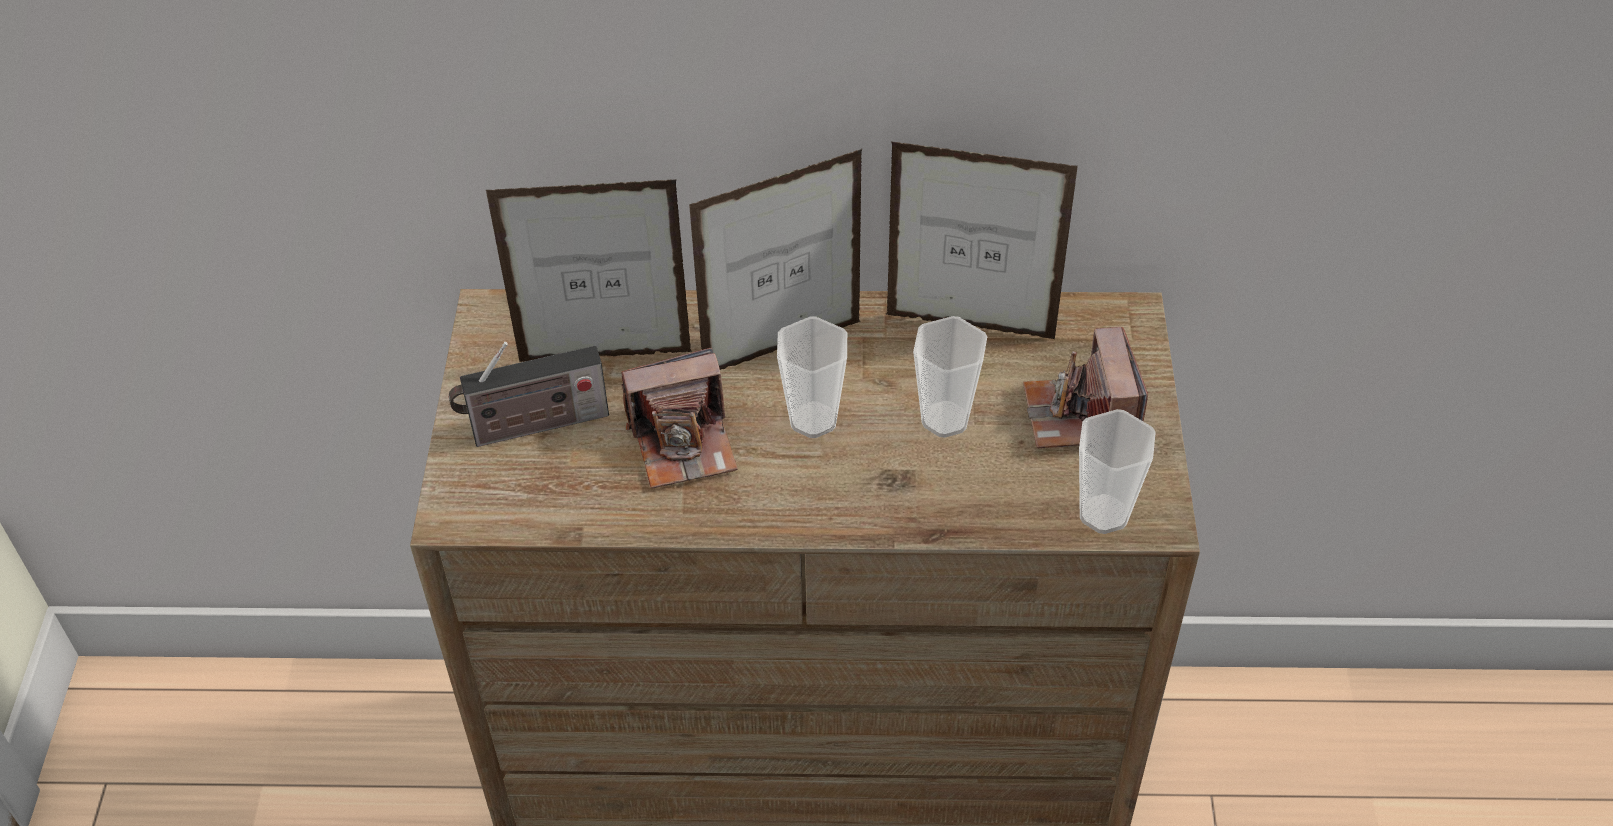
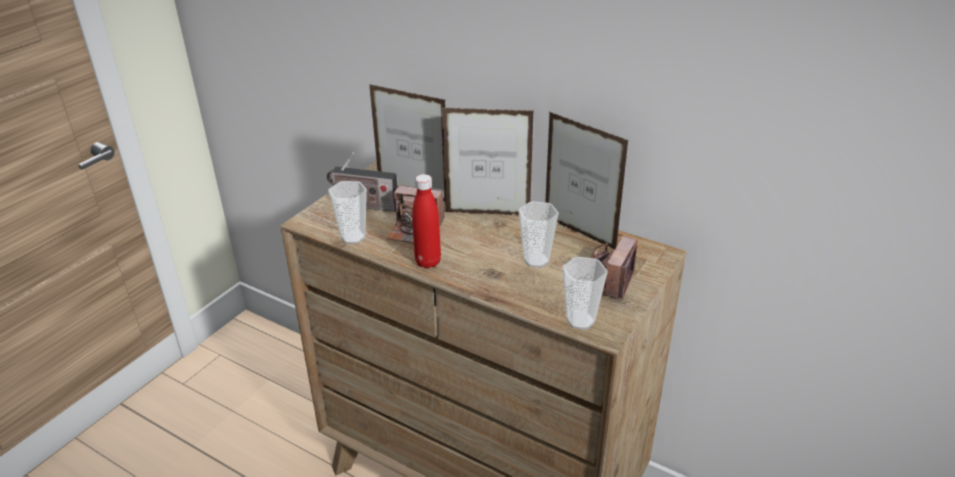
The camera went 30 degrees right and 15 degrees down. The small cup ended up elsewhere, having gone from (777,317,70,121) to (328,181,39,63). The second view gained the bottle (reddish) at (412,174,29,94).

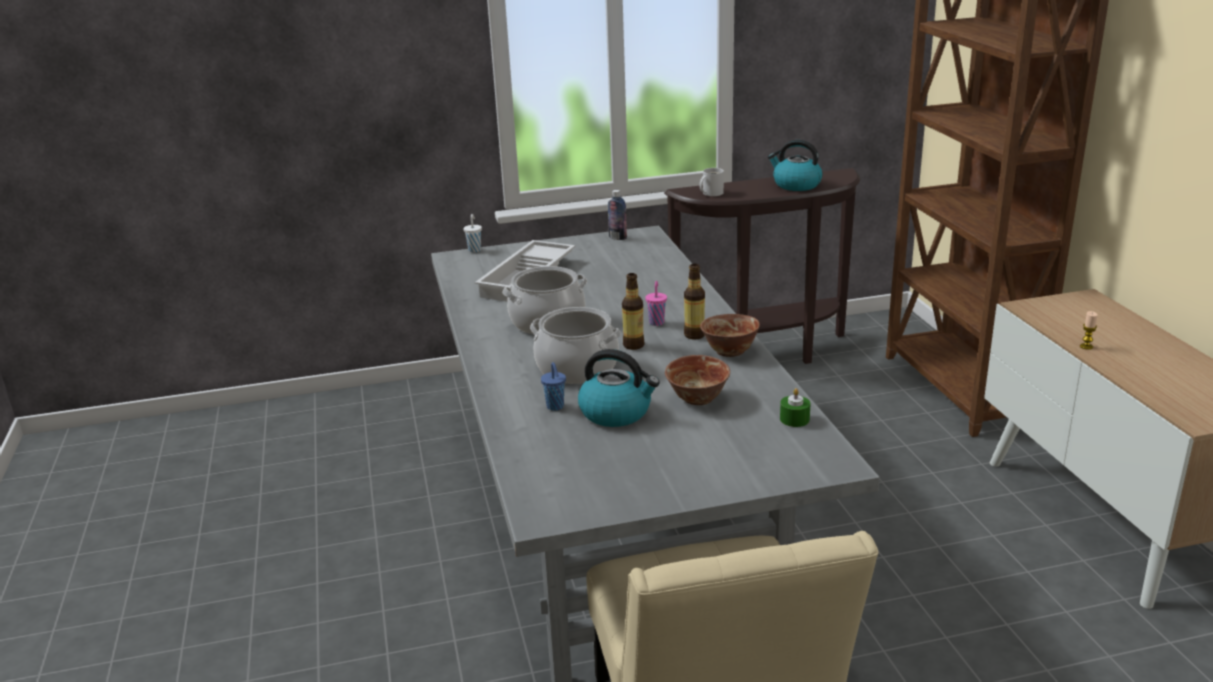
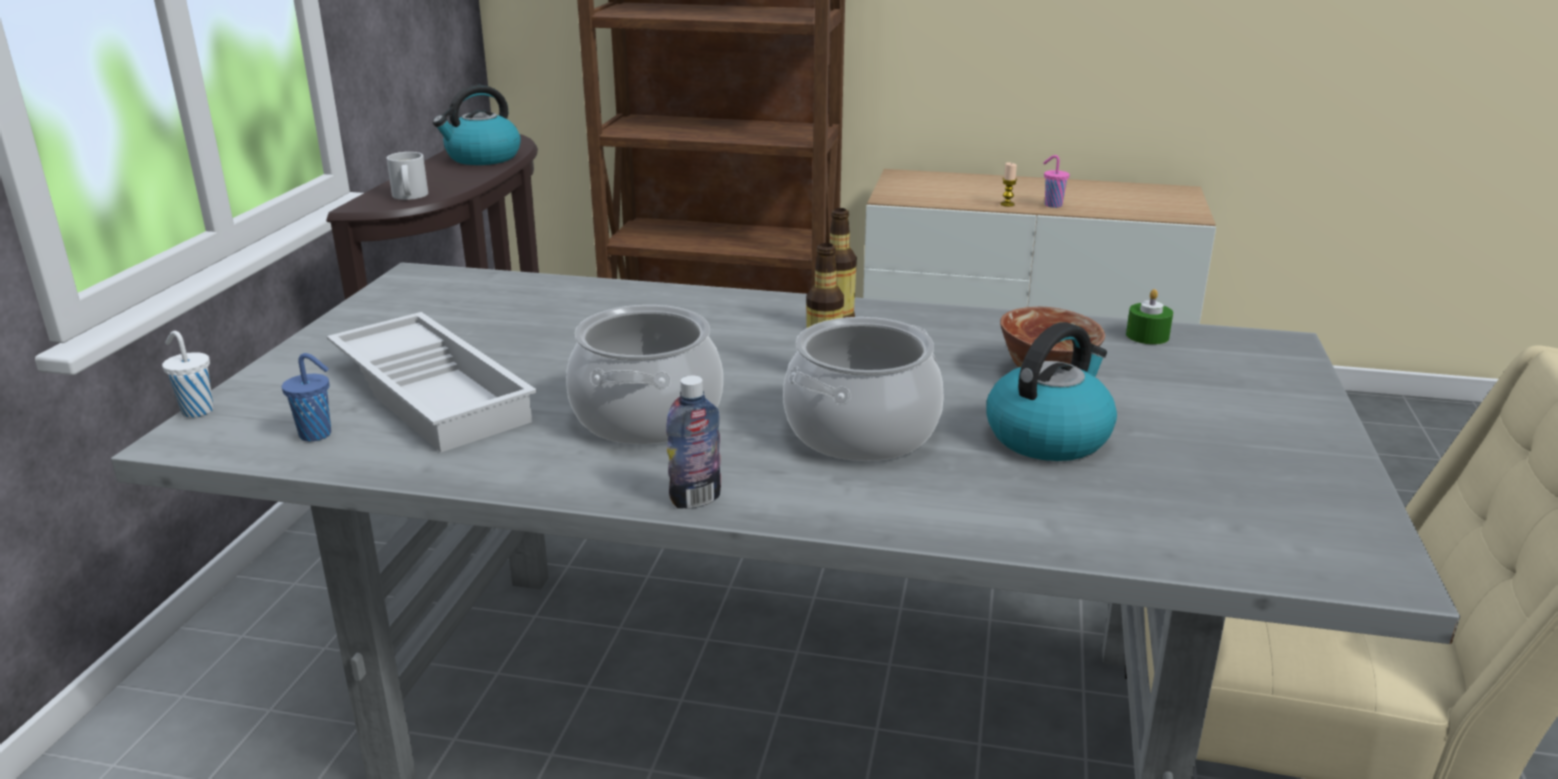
The camera went 65 degrees left and 0 degrees up. The bottle ended up elsewhere, having gone from (608,190,19,50) to (666,376,55,133). The small cup (pink-coloured) ended up elsewhere, having gone from (645,281,22,45) to (1043,155,27,53). The second view lost the deep dish at (700,314,60,43). The small cup (blue-coloured) ended up elsewhere, having gone from (541,362,25,49) to (282,353,49,89).

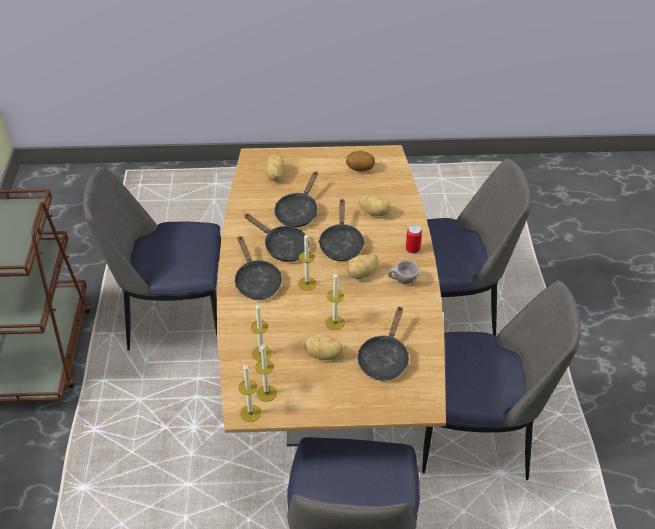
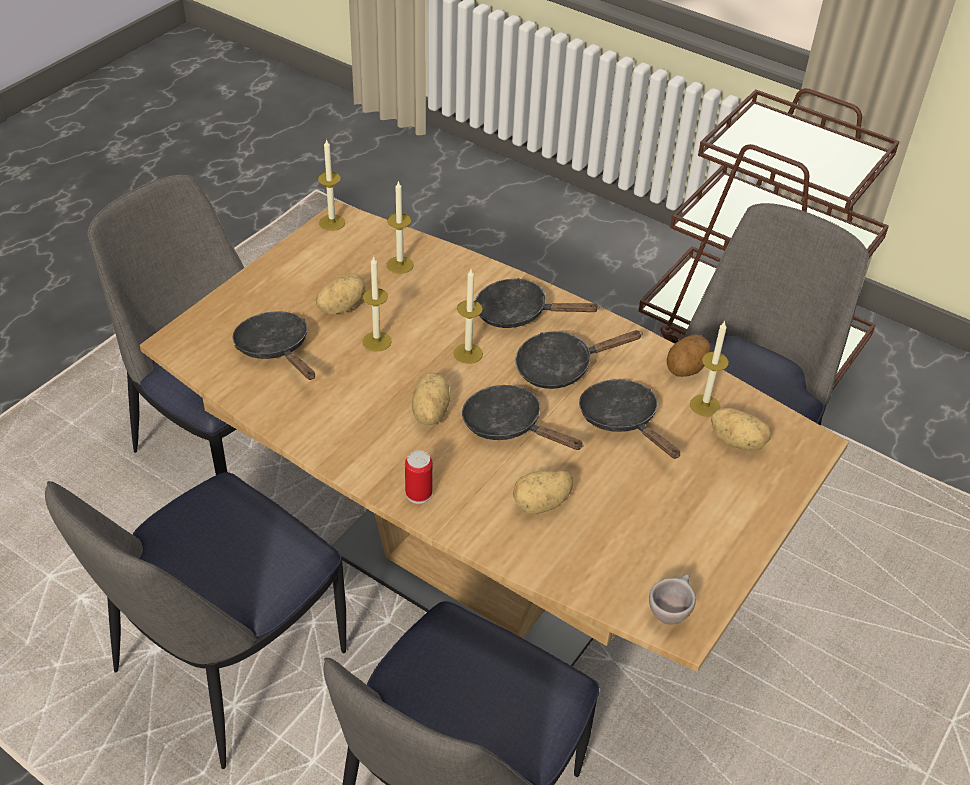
The camera went 125 degrees right and 0 degrees up. The whole potato ended up elsewhere, having gone from (346,150,29,21) to (667,334,44,43). The small cup (beige-coloured) ended up elsewhere, having gone from (387,260,32,24) to (649,574,47,51). The candle ended up elsewhere, having gone from (255,343,22,59) to (690,320,39,97).

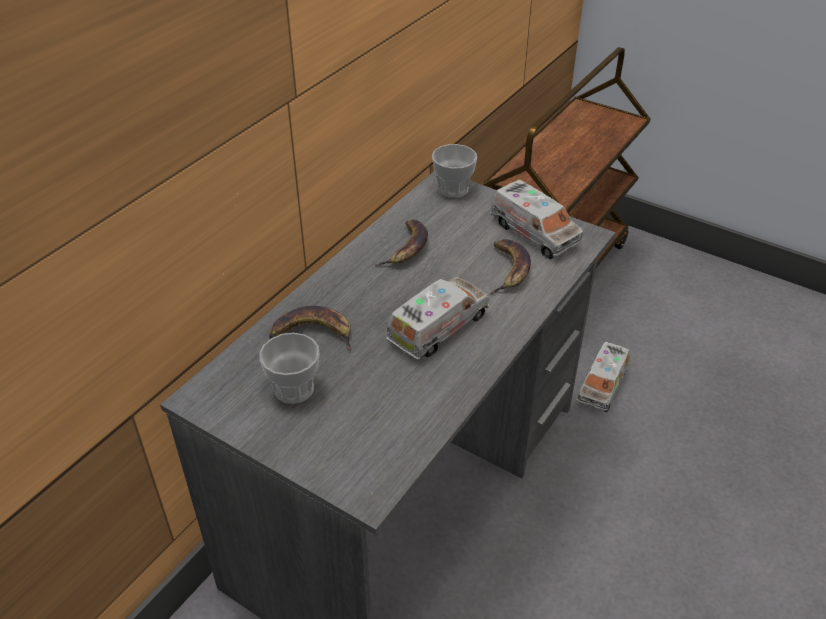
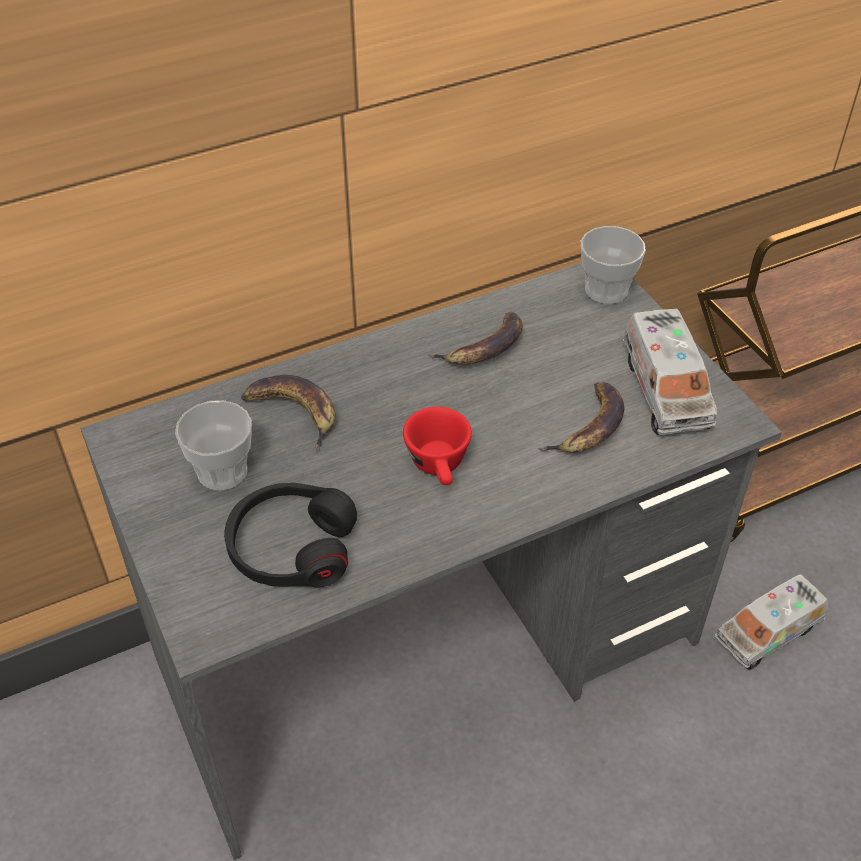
The camera went 30 degrees right and 5 degrees up. Where the toy lorry stood at (386,277,103,83), the small cup (reddish) came to stand at (403,407,69,78). The second view gained the headset (black-coloured) at (224,483,133,105).

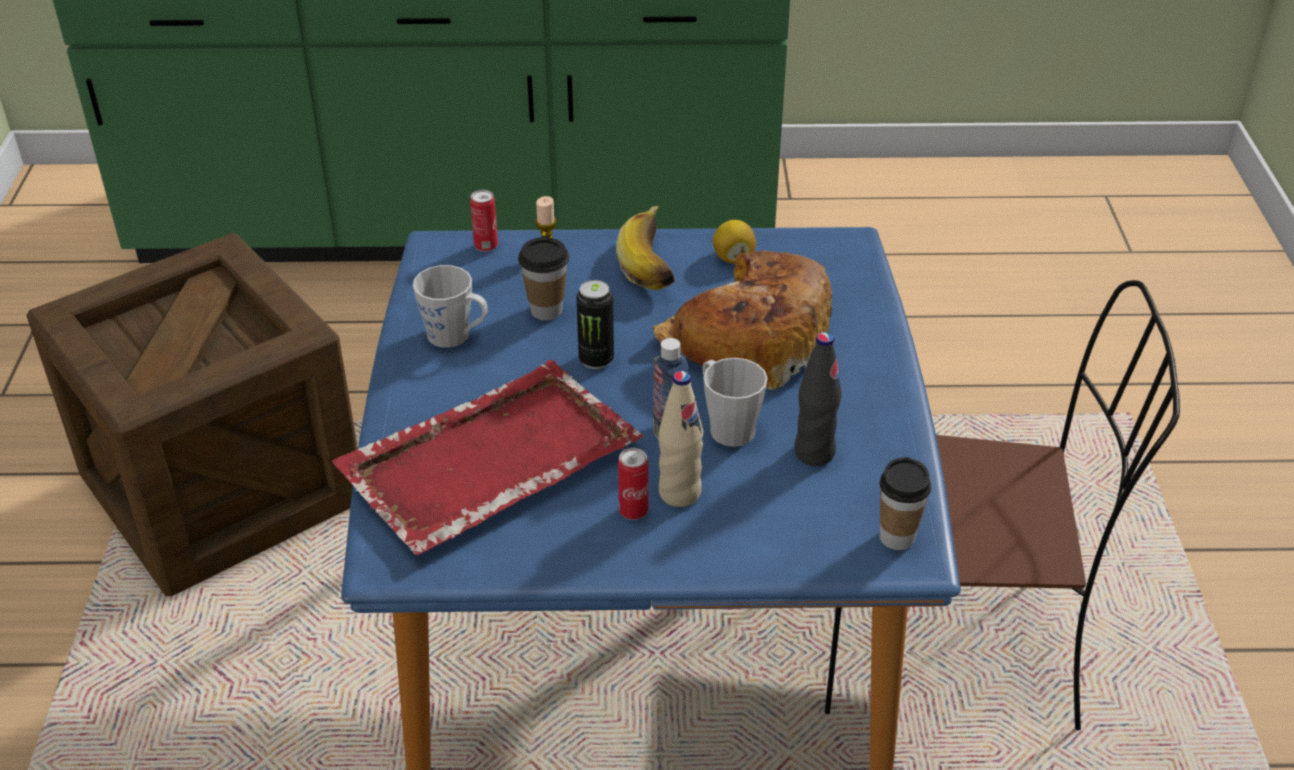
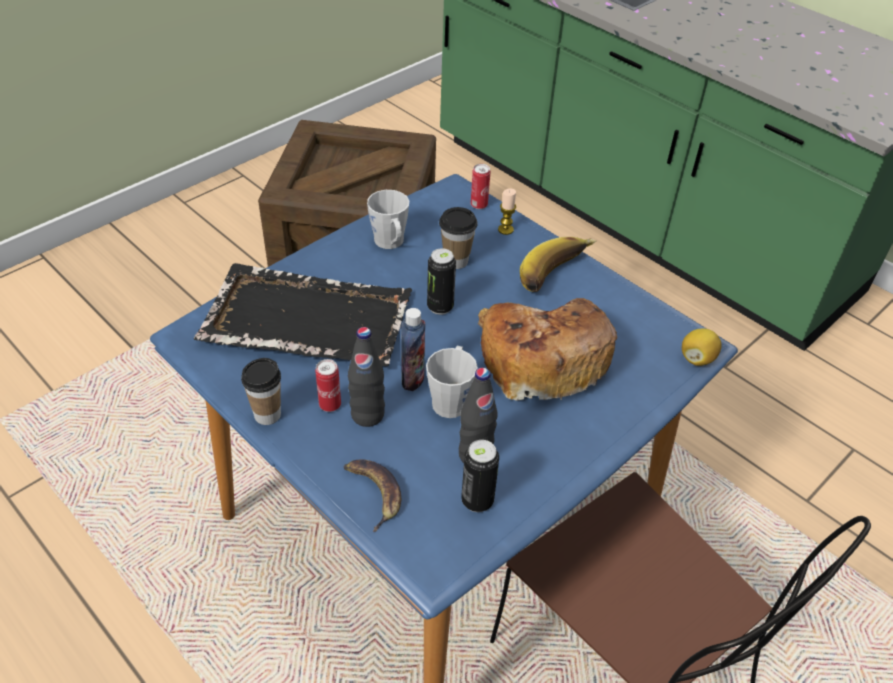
The camera went 45 degrees right and 5 degrees up. The lemon ended up elsewhere, having gone from (713,220,43,44) to (682,329,40,37). What was the tray (reddish) at (332,360,311,195) turned into the tray (black-coloured) at (194,263,218,103). What was the bottle (beige-coloured) at (658,371,45,136) turned into the bottle (black-coloured) at (348,327,37,100). The small cup ended up elsewhere, having gone from (879,457,52,93) to (241,358,40,67). The second view gained the can at (461,440,38,72). The second view gained the whole banana at (343,459,58,73).

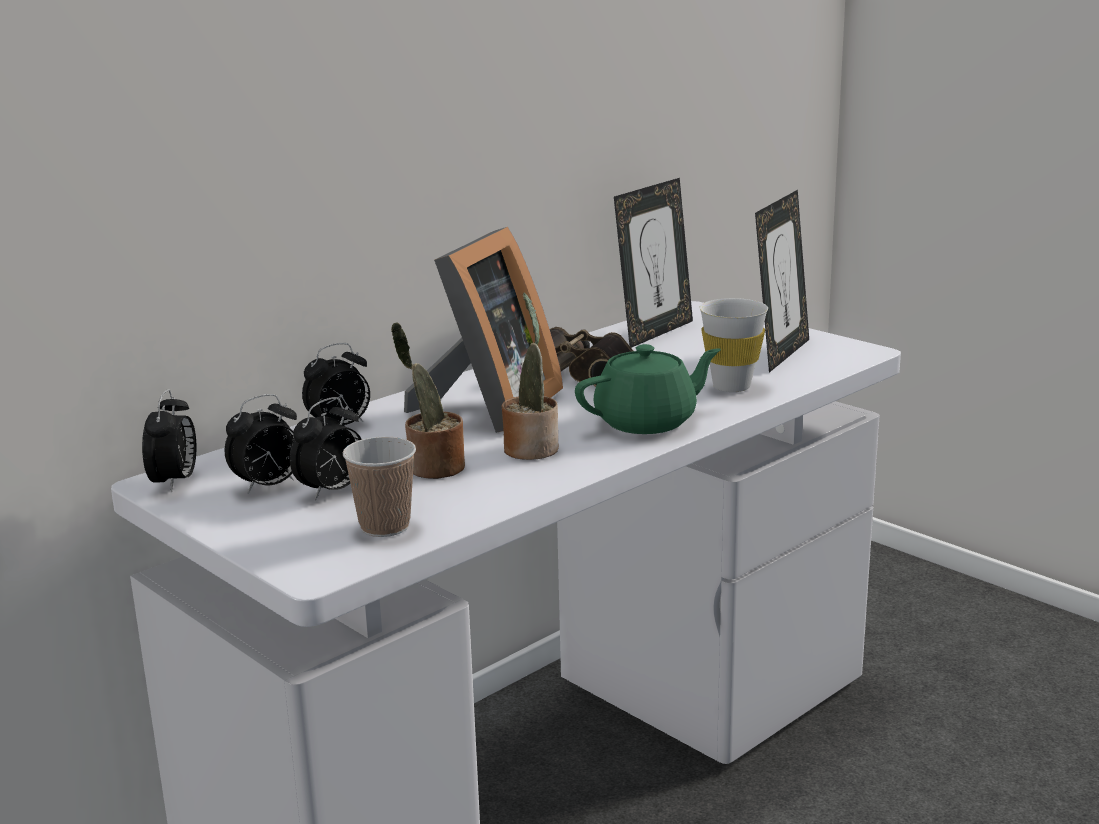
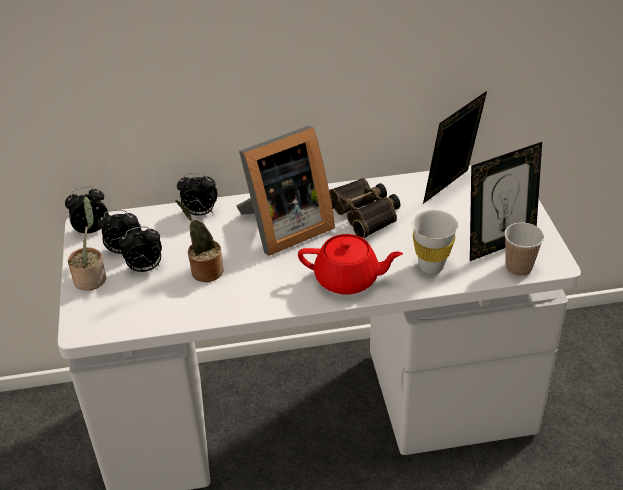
The camera went 35 degrees right and 20 degrees up. The standing frame at (614,178,79,170) ended up facing another way, 150 degrees clockwise from before. The houseplant ended up elsewhere, having gone from (501,292,58,168) to (68,196,38,95). What was the pot for tea (greenish) at (575,344,146,90) turned into the pot for tea (reddish) at (298,234,105,61). The alarm clock at (142,389,54,103) ended up facing another way, 150 degrees counterclockwise from before. The small cup ended up elsewhere, having gone from (343,437,73,100) to (504,222,40,54).

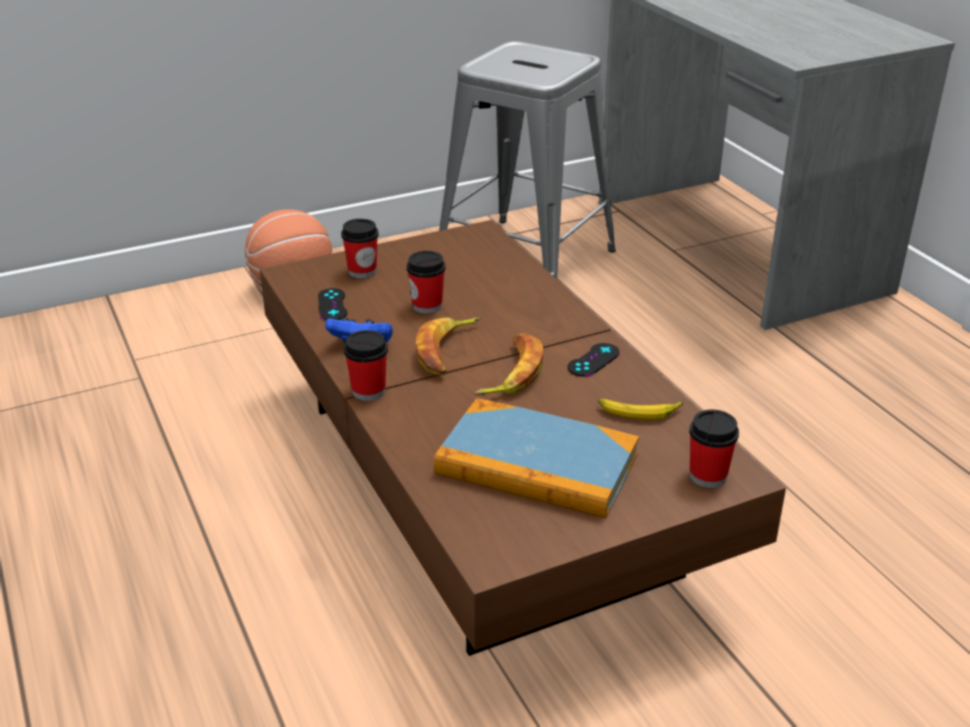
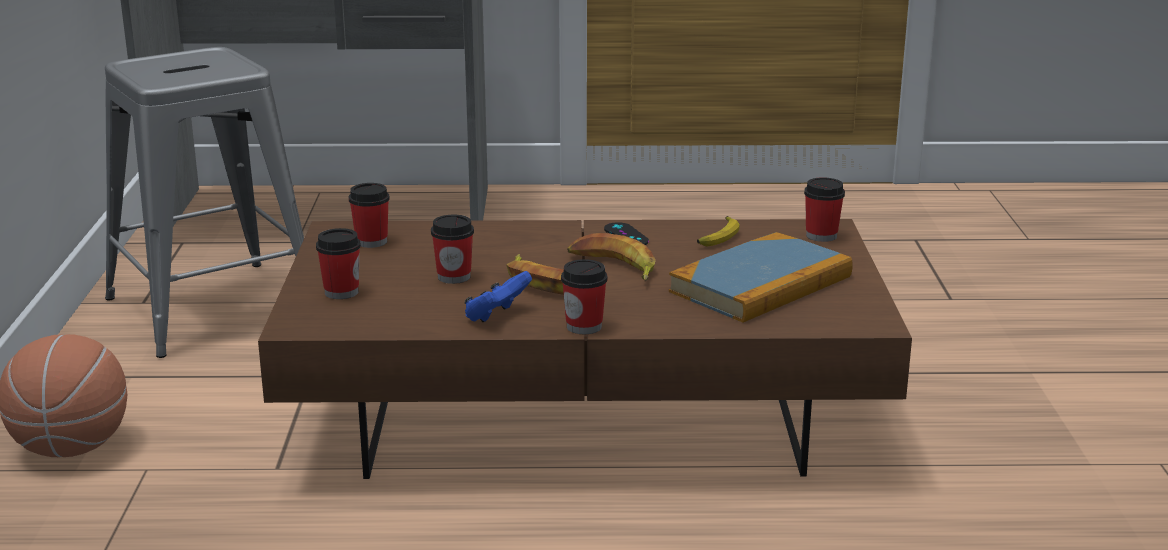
The camera went 65 degrees left and 10 degrees down. The second view lost the joypad (black-coloured) at (318,288,30,32). The second view gained the small cup at (349,183,41,65).

